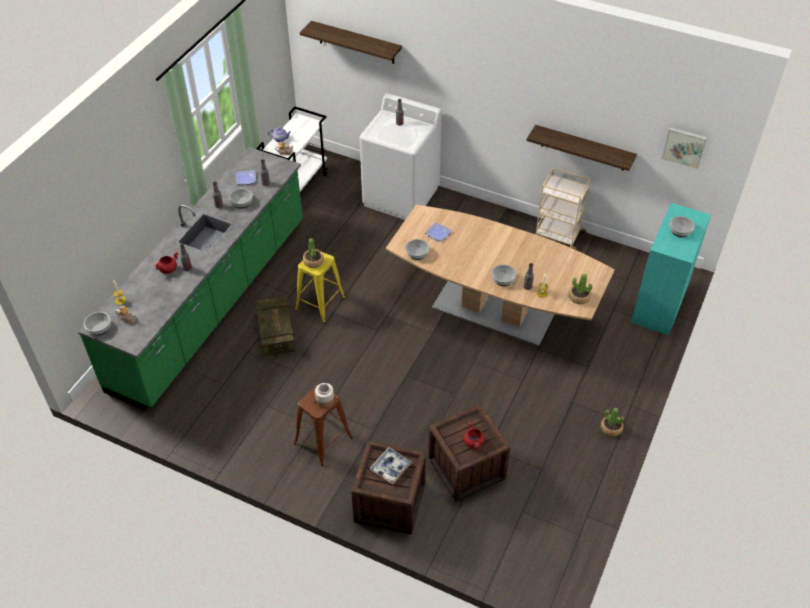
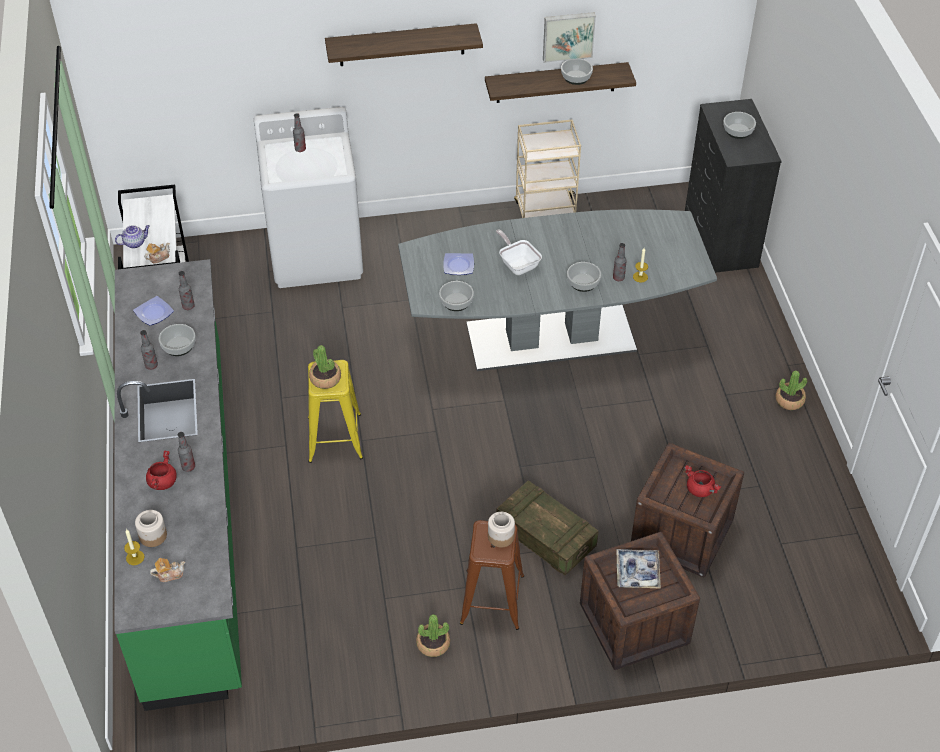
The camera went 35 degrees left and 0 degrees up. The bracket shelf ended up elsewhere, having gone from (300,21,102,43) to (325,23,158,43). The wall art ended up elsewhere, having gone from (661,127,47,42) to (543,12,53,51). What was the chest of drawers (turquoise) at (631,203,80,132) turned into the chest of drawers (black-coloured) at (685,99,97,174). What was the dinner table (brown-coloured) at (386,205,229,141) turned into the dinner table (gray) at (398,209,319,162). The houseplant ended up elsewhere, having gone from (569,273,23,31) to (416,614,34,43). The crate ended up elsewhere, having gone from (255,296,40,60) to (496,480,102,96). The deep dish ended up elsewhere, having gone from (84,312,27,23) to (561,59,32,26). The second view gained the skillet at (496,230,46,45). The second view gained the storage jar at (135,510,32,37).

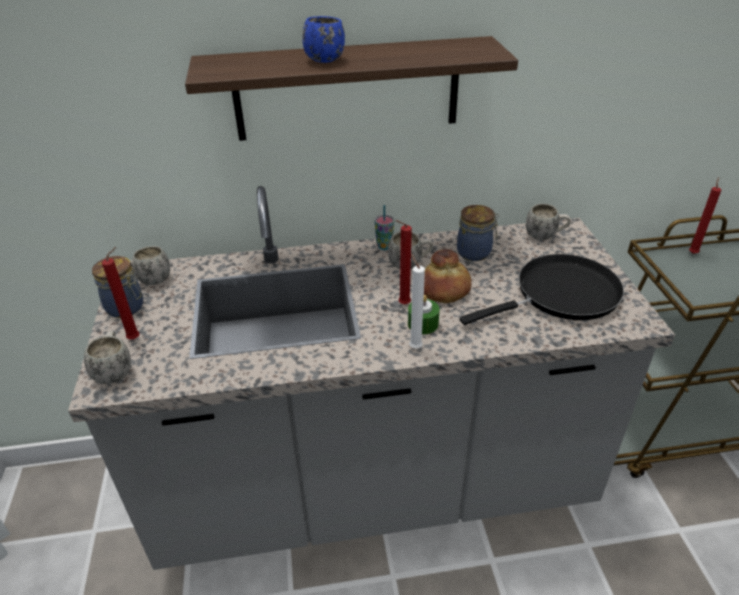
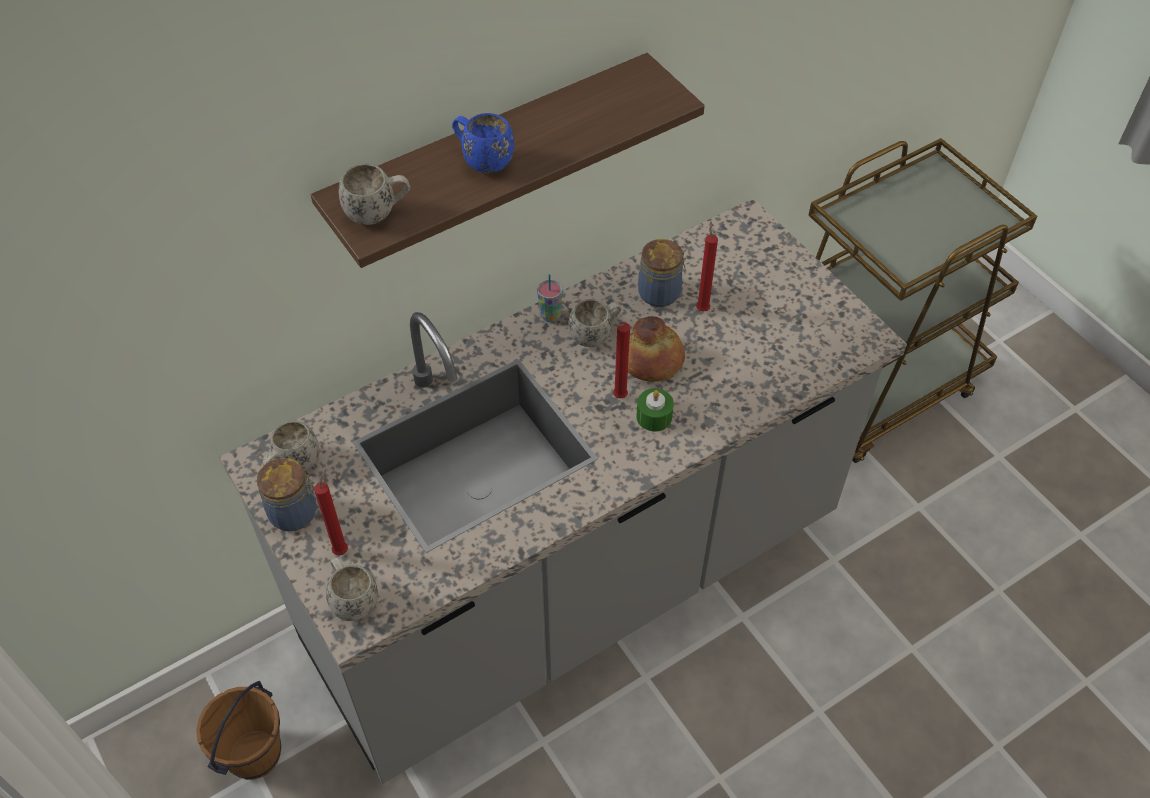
The camera went 25 degrees left and 15 degrees up. The candle (reddish) ended up elsewhere, having gone from (689,177,32,77) to (696,221,22,91). The tea mug (white) ended up elsewhere, having gone from (526,203,45,37) to (339,163,72,62). The second view lost the candle (white) at (409,253,16,95). The second view lost the skillet (black-coloured) at (460,254,164,71). The second view gained the bucket (brown-coloured) at (196,681,85,99).

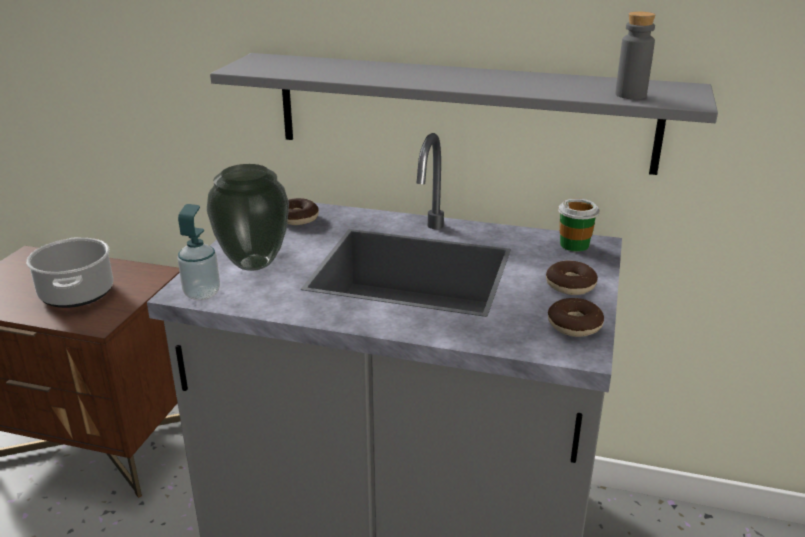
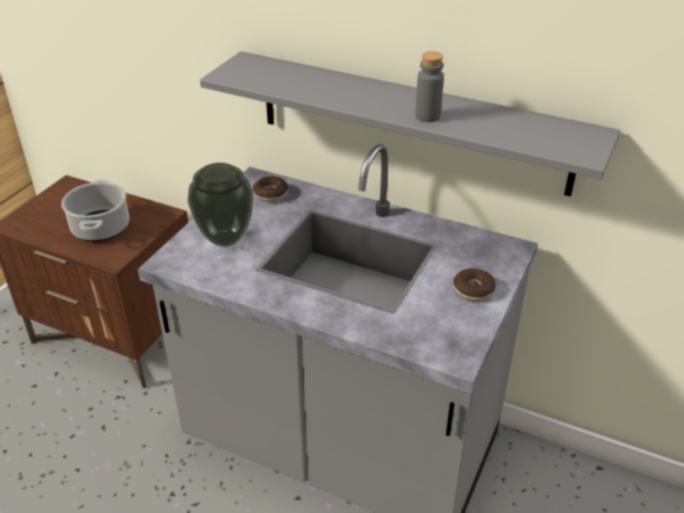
The camera went 10 degrees right and 10 degrees up. The bottle (gray) ended up elsewhere, having gone from (615,12,40,87) to (415,51,29,71). The second view lost the small cup at (558,198,42,54). The second view lost the liquid soap bottle at (177,204,43,96). The second view lost the donut at (548,298,56,39).

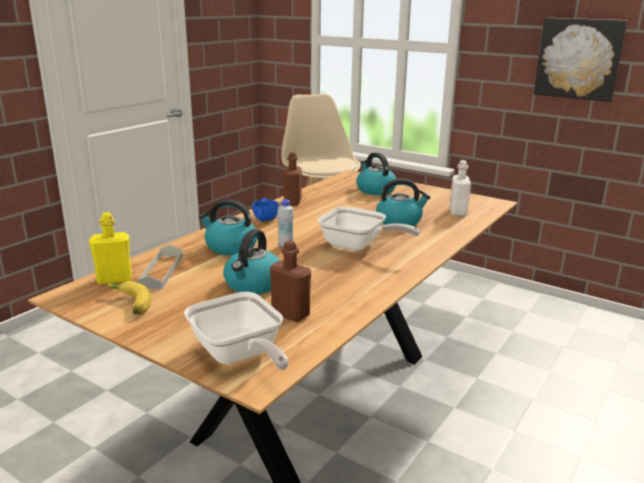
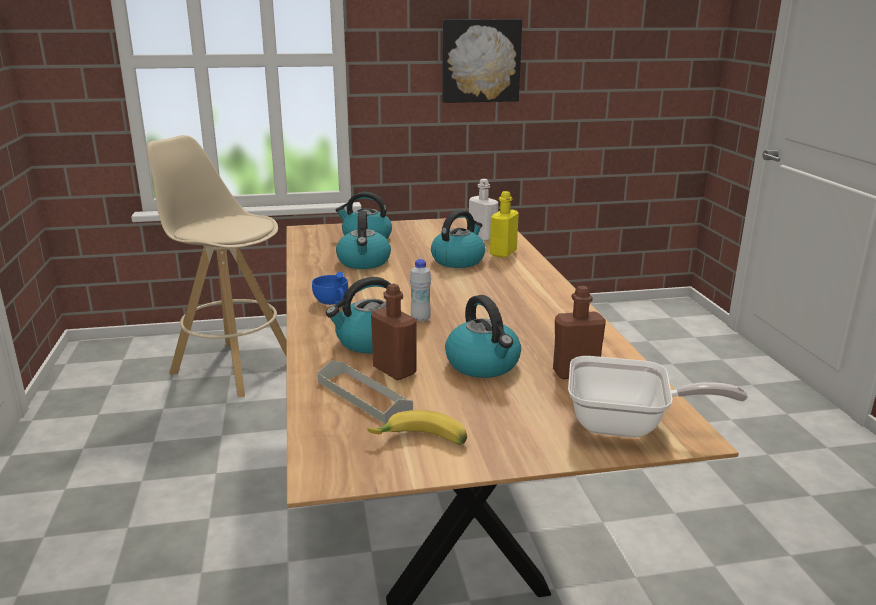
The camera went 45 degrees left and 0 degrees up. The bottle (brown-coloured) ended up elsewhere, having gone from (283,152,18,54) to (371,284,46,96). The second view lost the skillet at (318,206,102,45). The bottle (yellow) ended up elsewhere, having gone from (89,212,43,73) to (490,191,29,67). The second view gained the kettle at (336,211,55,58).

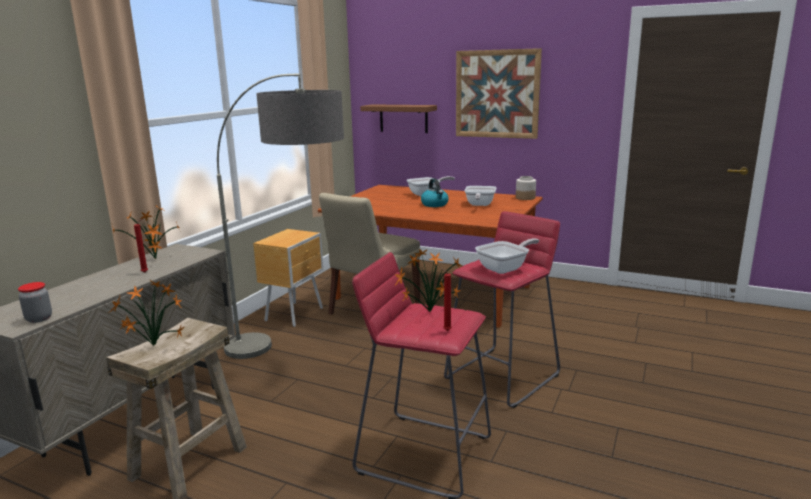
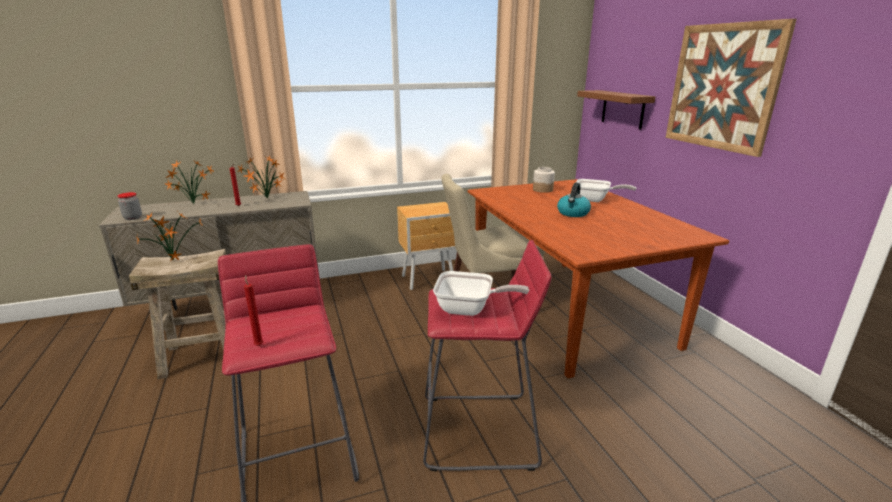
The camera went 45 degrees right and 5 degrees up. The second view lost the floor lamp at (217,73,127,286). The storage jar ended up elsewhere, having gone from (516,176,20,24) to (533,167,22,26). The second view lost the skillet at (464,186,33,20). The houseplant ended up elsewhere, having gone from (394,249,68,62) to (165,161,50,43).

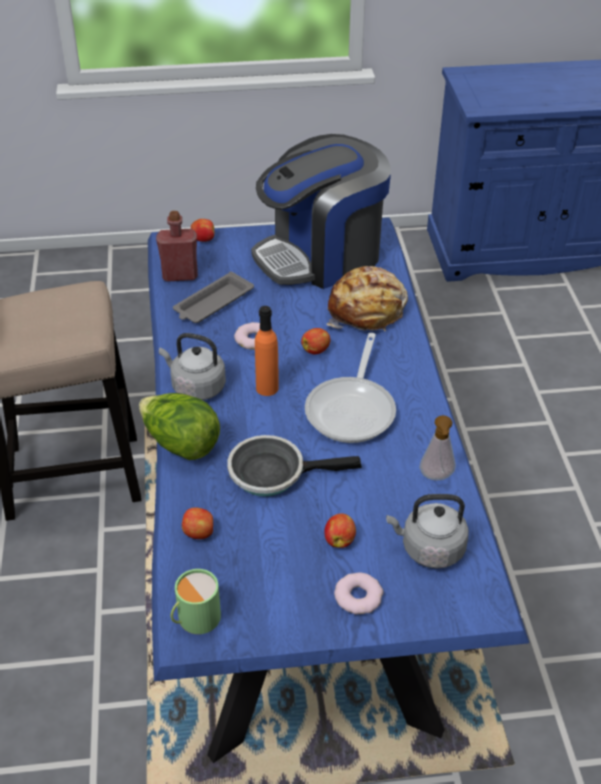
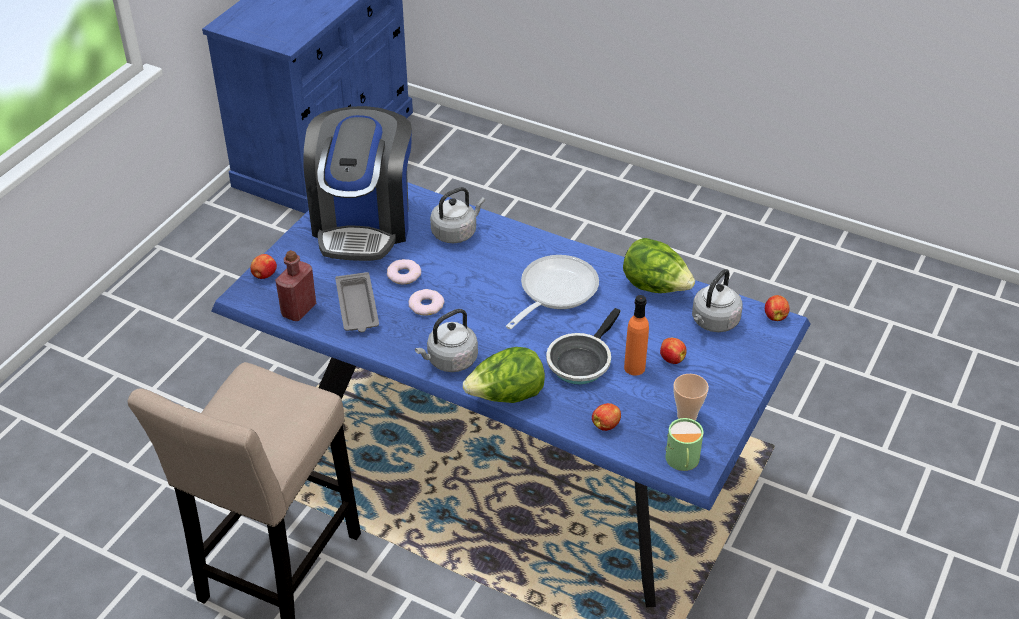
The camera went 55 degrees left and 0 degrees up. Where the bakery bread stood at (326,266,82,65), the kettle (gray) came to stand at (430,187,55,56). The bottle (orange) ended up elsewhere, having gone from (255,306,24,90) to (624,295,25,81). The whole apple ended up elsewhere, having gone from (301,328,29,27) to (765,295,24,26). The skillet at (305,333,91,110) ended up facing another way, 105 degrees counterclockwise from before. Where the liquid soap bottle stood at (419,415,37,65), the lettuce came to stand at (623,238,72,55). The donut ended up elsewhere, having gone from (334,573,50,41) to (387,259,34,25). The second view gained the small cup at (673,374,36,47).

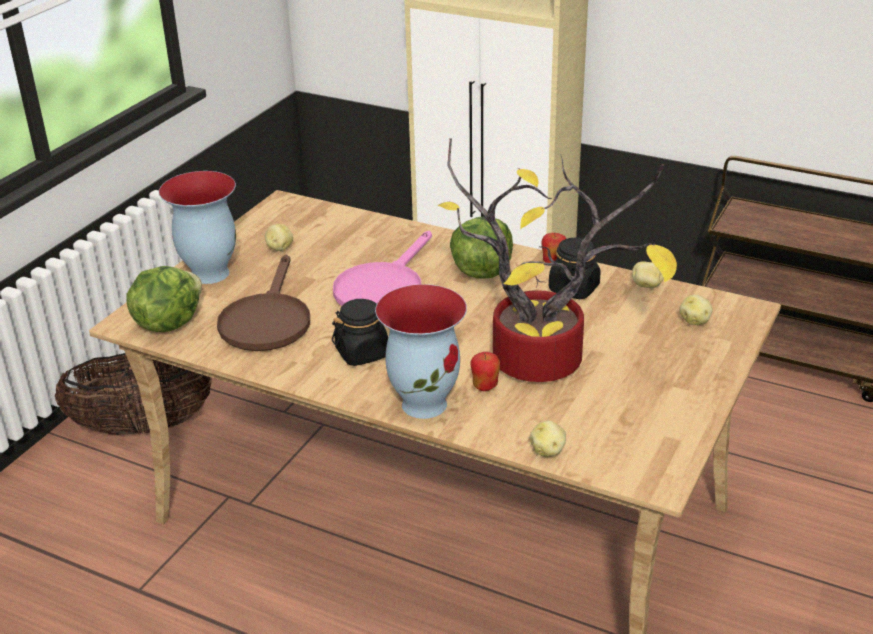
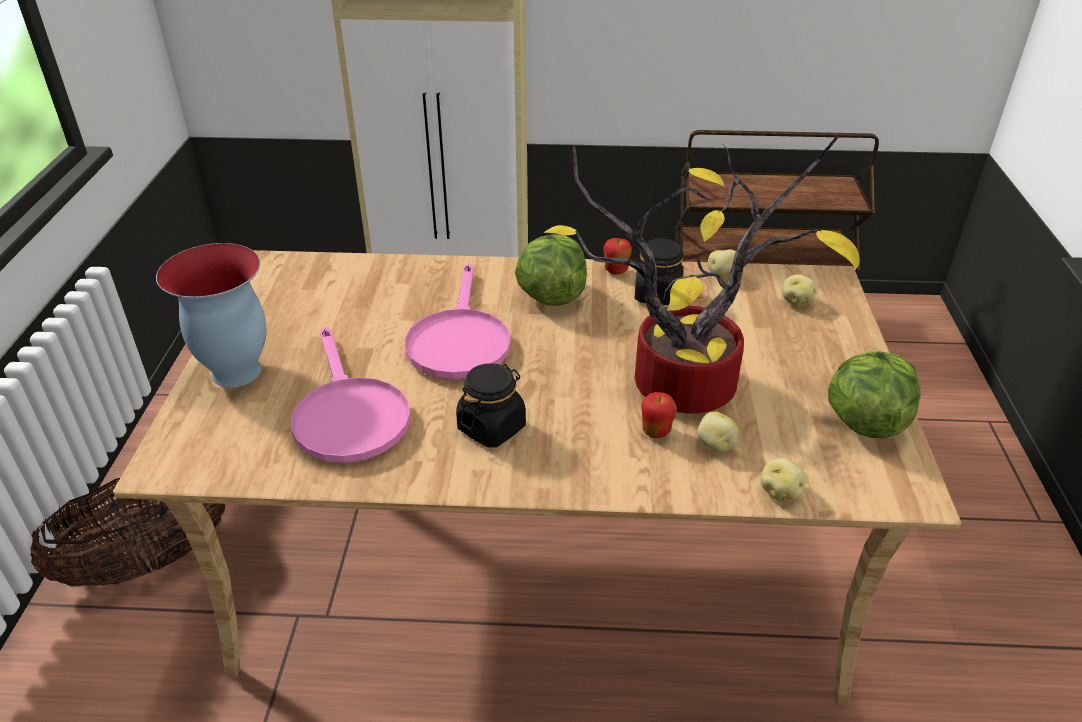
The camera went 25 degrees left and 5 degrees up. The whole potato ended up elsewhere, having gone from (265,224,28,27) to (697,412,42,40). What was the skillet (brown-coloured) at (217,255,93,96) turned into the skillet (pink-coloured) at (291,326,120,137). The lettuce ended up elsewhere, having gone from (126,266,76,66) to (828,351,93,87). The second view lost the flower vase at (375,284,92,135).

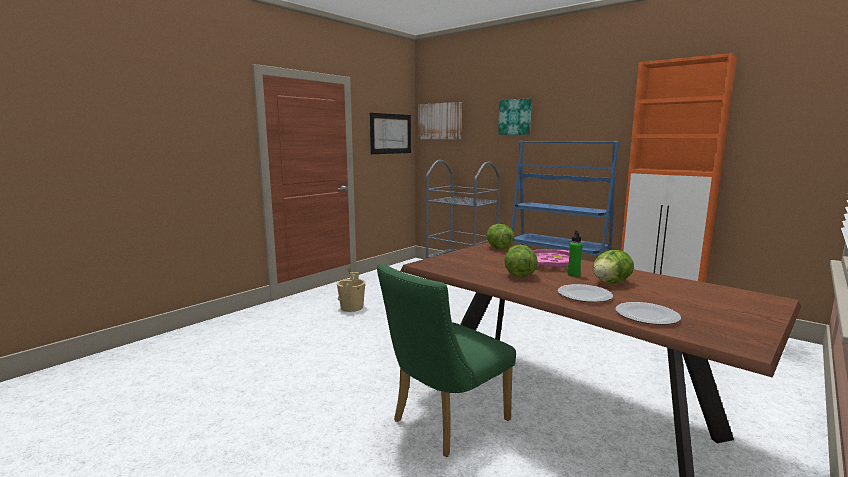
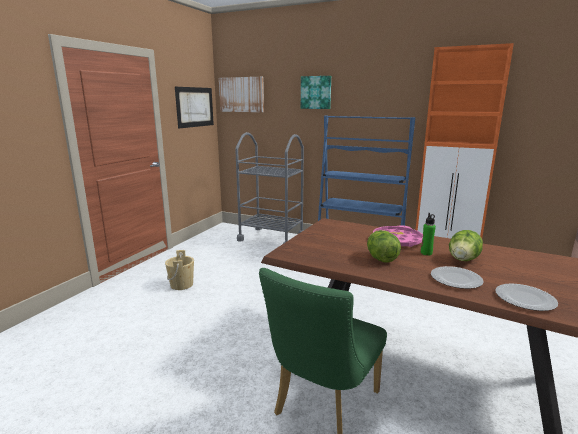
The camera went 15 degrees left and 5 degrees up. The second view lost the lettuce at (486,224,28,25).

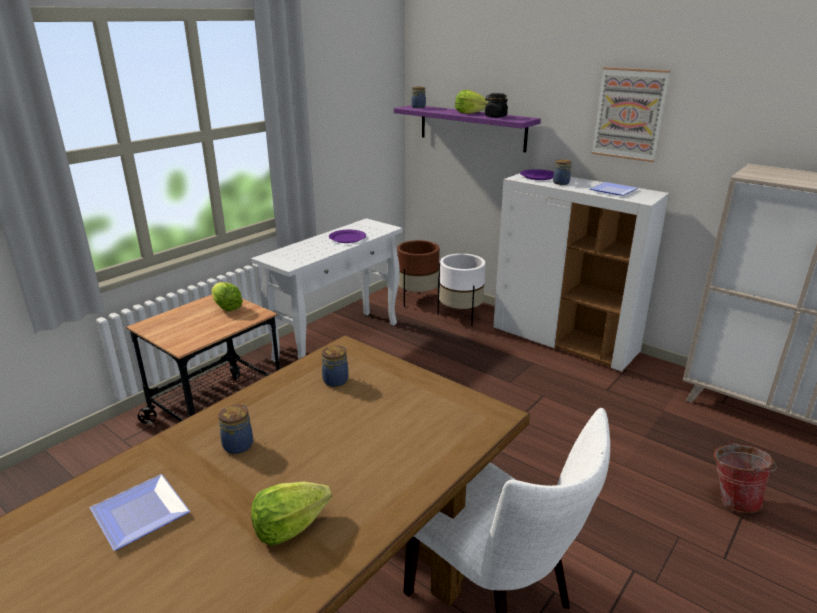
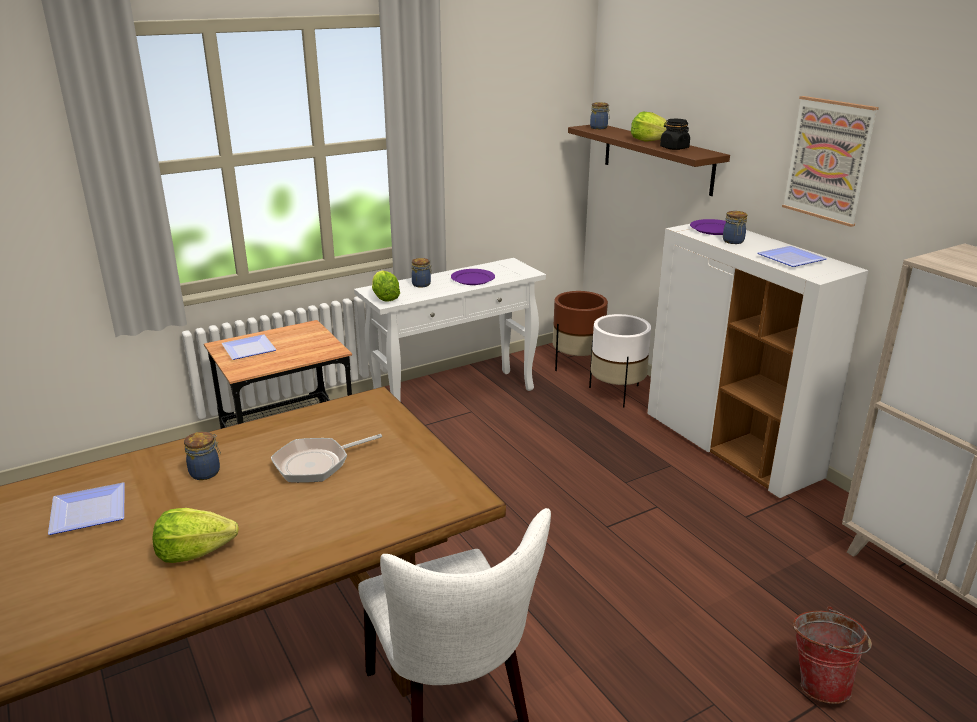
The camera went 20 degrees right and 0 degrees up. What was the bracket shelf (purple-coloured) at (394,105,147,47) turned into the bracket shelf (brown-coloured) at (568,125,162,71). The lettuce ended up elsewhere, having gone from (211,282,32,29) to (372,271,28,31). The storage jar ended up elsewhere, having gone from (322,345,26,42) to (412,258,20,30). The second view gained the dinner plate at (221,334,55,26). The second view gained the skillet at (271,434,111,49).

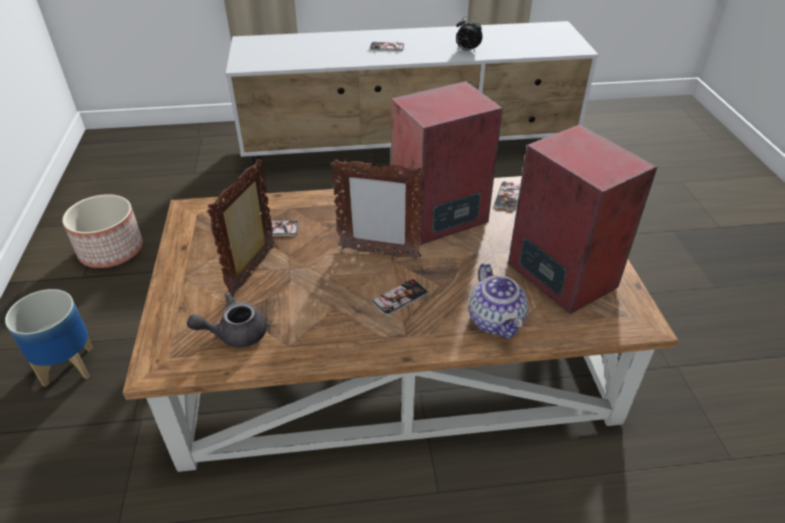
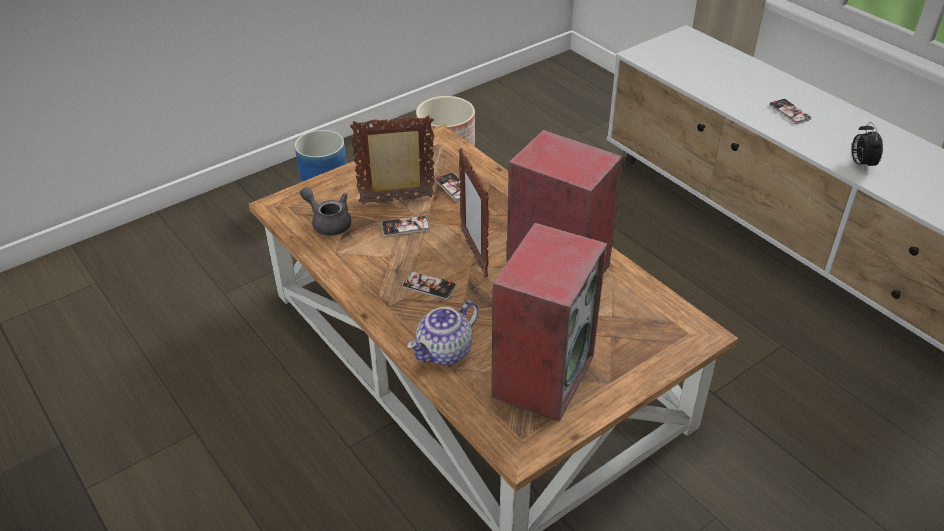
The camera went 60 degrees right and 0 degrees up. The phone ended up elsewhere, having gone from (494,181,27,29) to (381,215,49,22).

